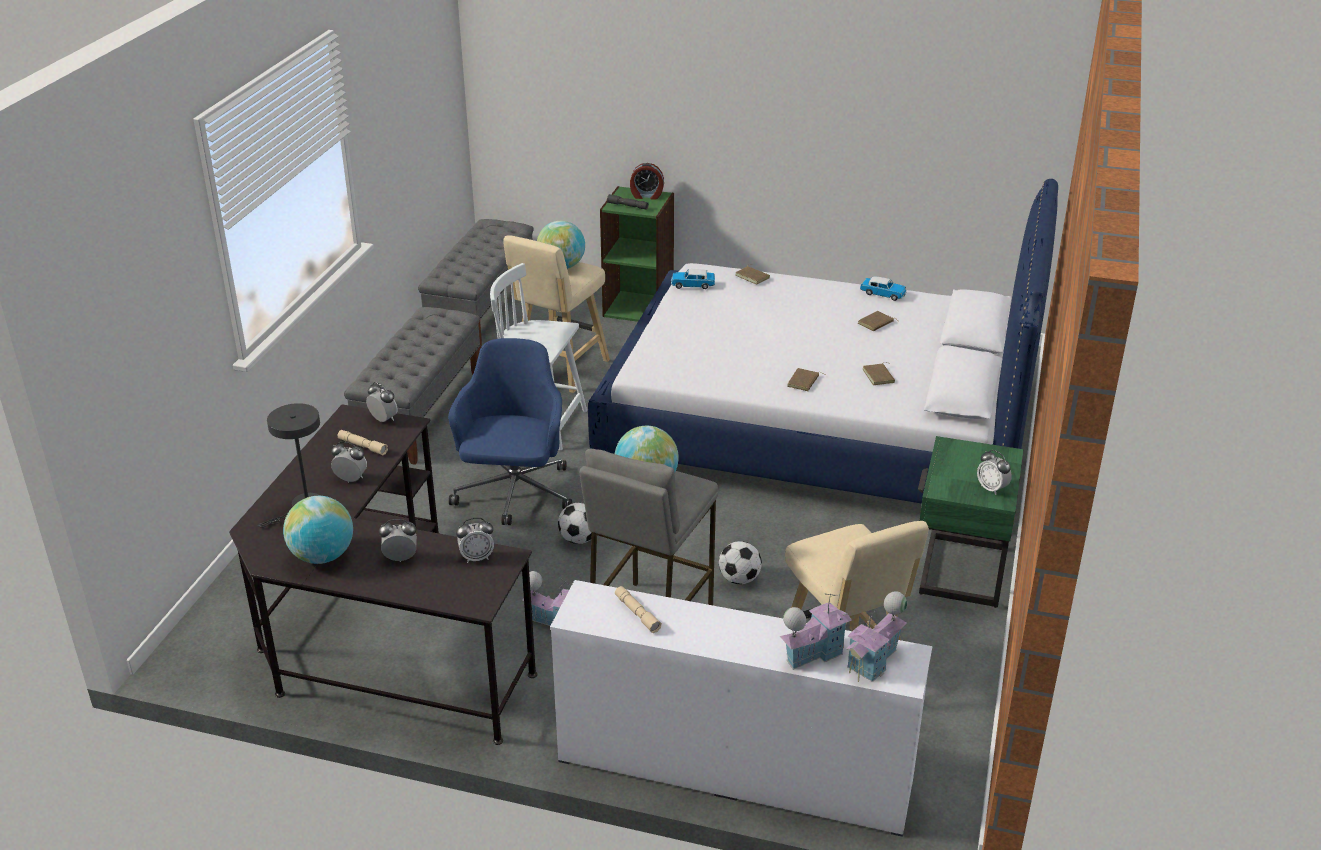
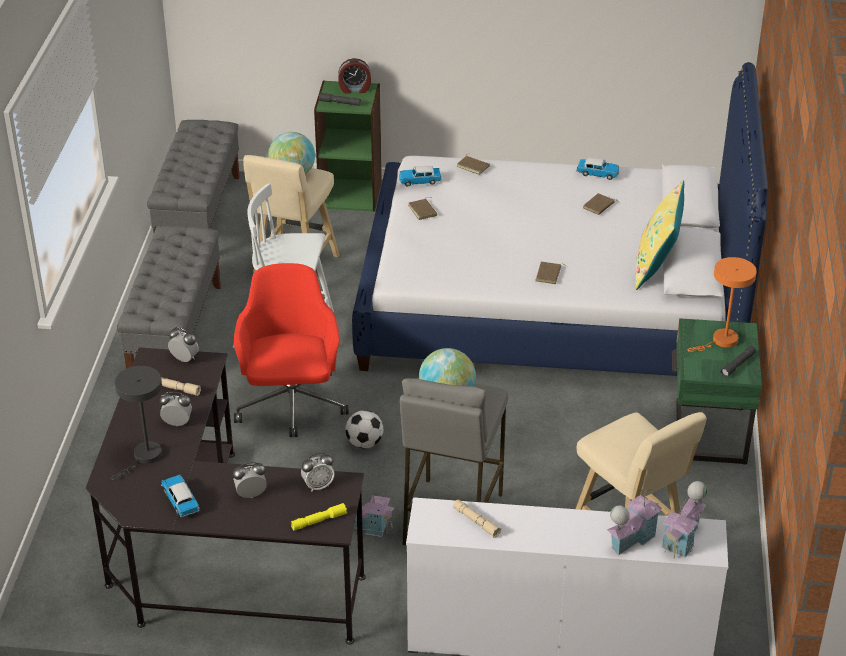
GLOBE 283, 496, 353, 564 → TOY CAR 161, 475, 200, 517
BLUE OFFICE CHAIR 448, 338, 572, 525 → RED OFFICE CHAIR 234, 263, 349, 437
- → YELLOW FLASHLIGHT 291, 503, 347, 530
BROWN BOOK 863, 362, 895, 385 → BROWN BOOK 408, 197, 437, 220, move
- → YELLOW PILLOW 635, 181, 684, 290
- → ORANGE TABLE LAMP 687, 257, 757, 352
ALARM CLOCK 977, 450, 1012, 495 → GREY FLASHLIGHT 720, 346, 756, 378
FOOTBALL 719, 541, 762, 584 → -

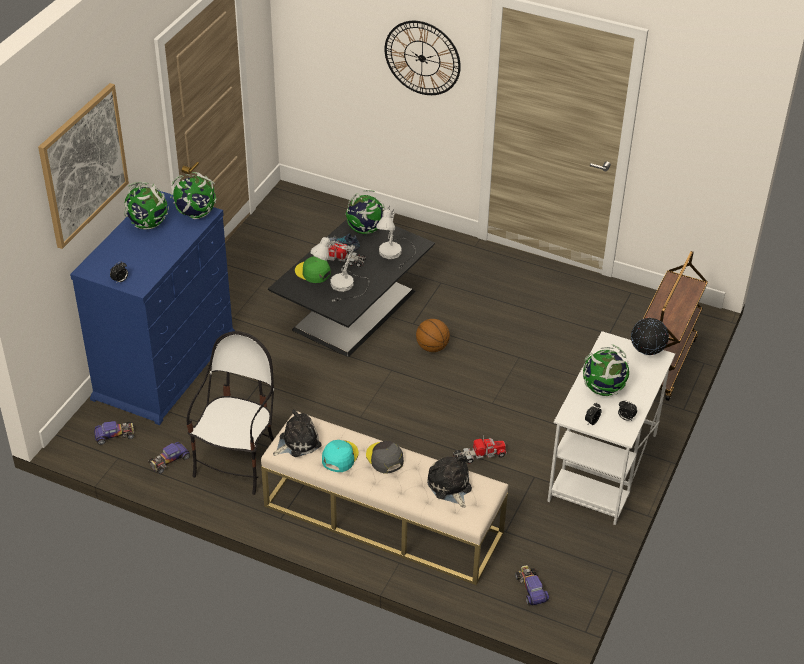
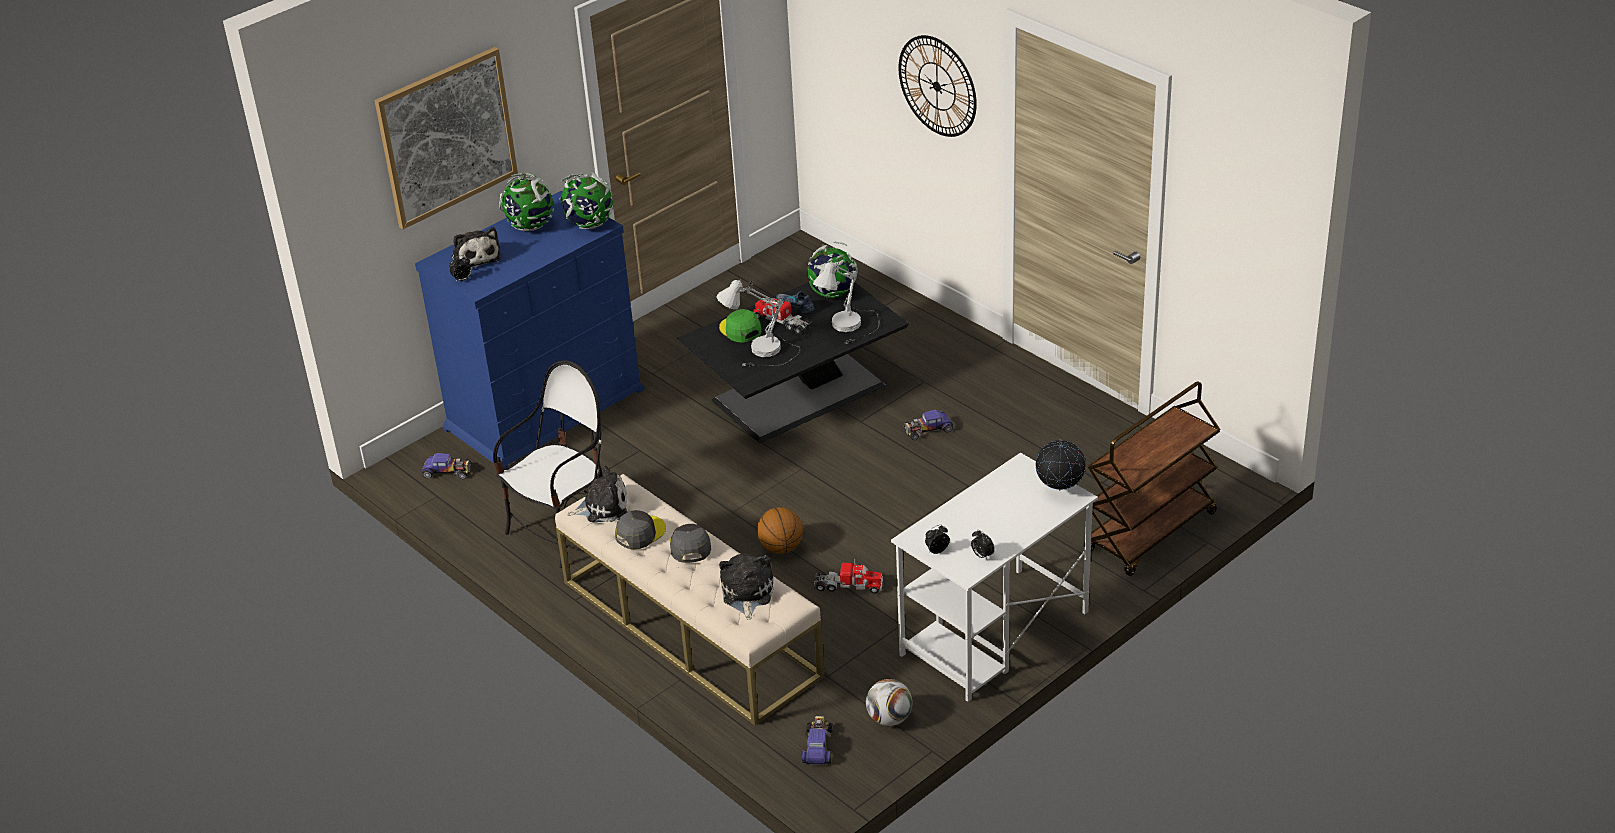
- → PLUSH TOY 451, 227, 501, 269
TURQUOISE CAP 322, 440, 359, 472 → GREY CAP 615, 510, 666, 550
BASKETBALL 416, 319, 450, 352 → BASKETBALL 757, 507, 803, 554, move
- → FOOTBALL 866, 679, 912, 726
TOY CAR 148, 442, 190, 474 → TOY CAR 904, 410, 953, 440, move
GLOBE 583, 344, 629, 396 → -

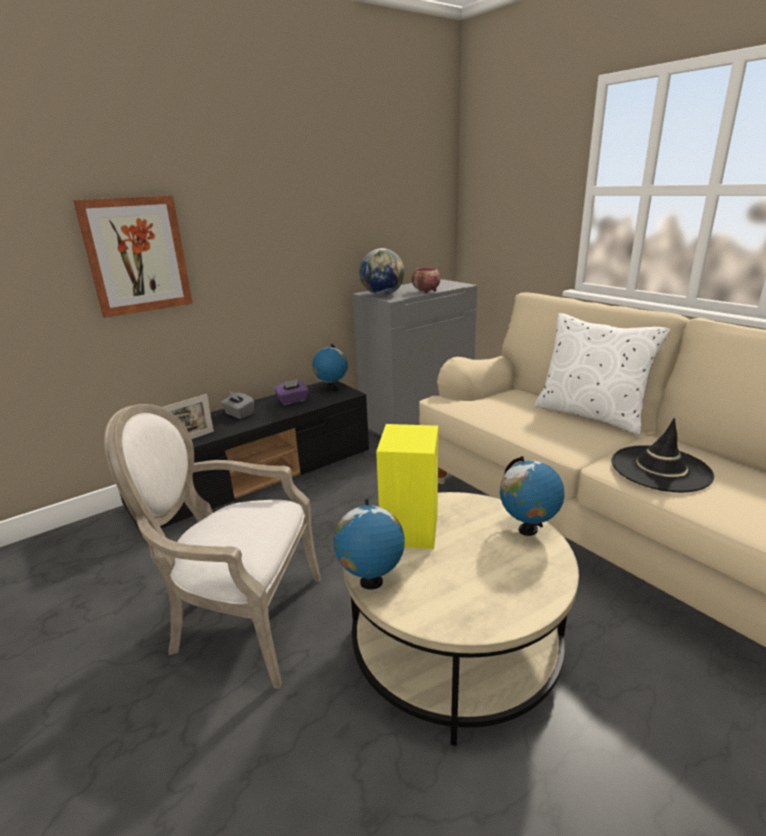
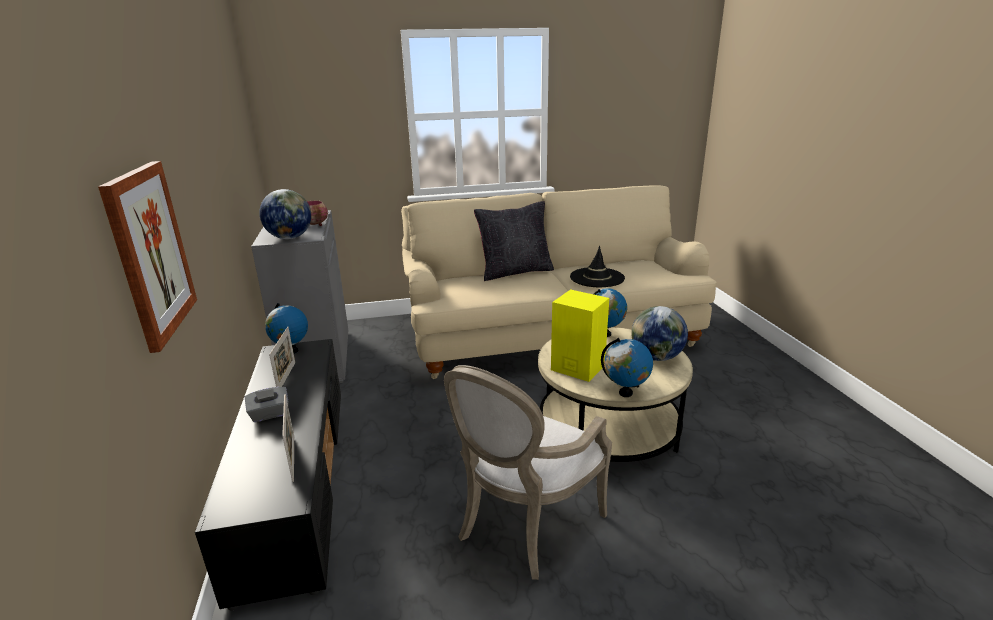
PURPLE TISSUE BOX 274, 379, 309, 405 → PICTURE FRAME 269, 327, 295, 387
WHITE PILLOW 534, 313, 670, 434 → BLACK PILLOW 474, 201, 554, 281
- → GLOBE 631, 306, 688, 361

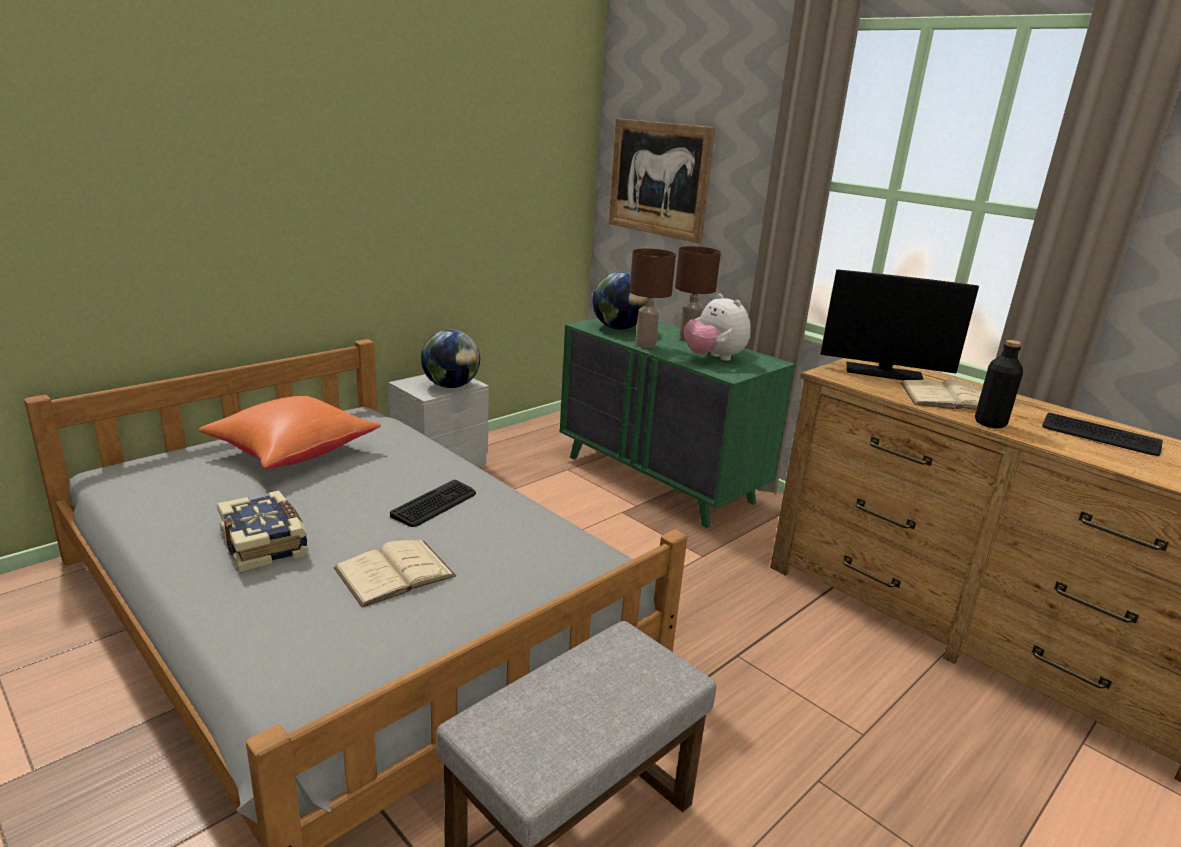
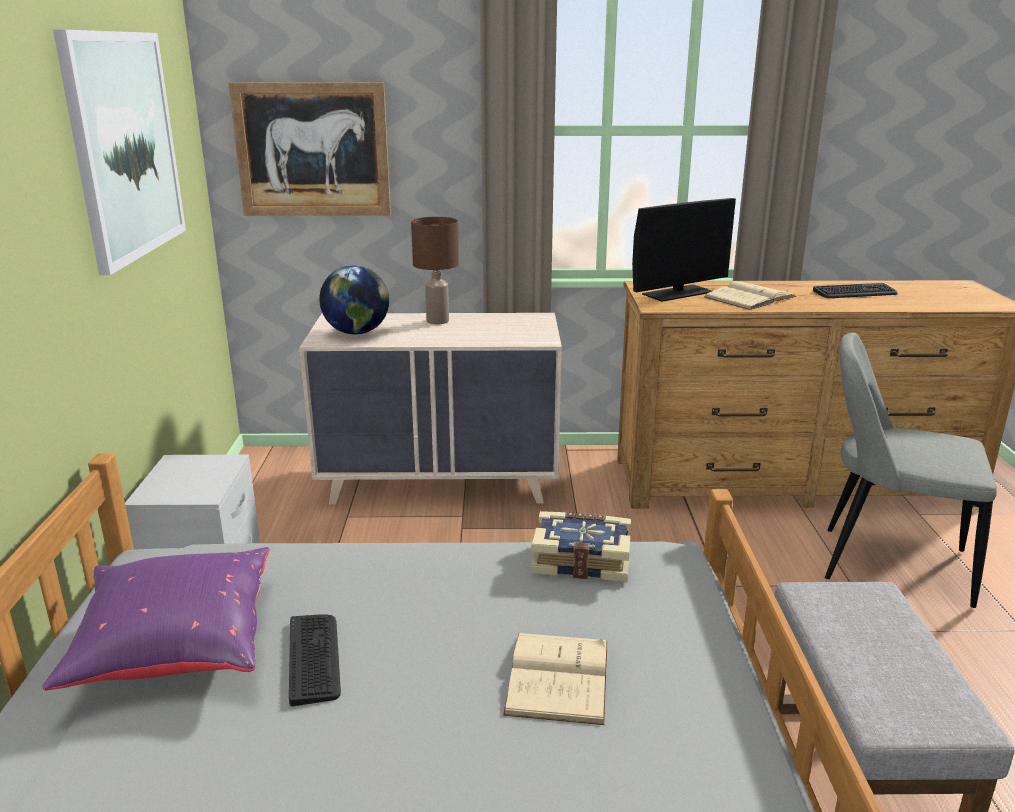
ORANGE PILLOW 199, 396, 381, 469 → PURPLE PILLOW 42, 547, 270, 691
- → PICTURE 53, 30, 186, 275
KEYBOARD 390, 480, 476, 527 → KEYBOARD 289, 614, 341, 706, move
GREEN DRESSER 560, 318, 795, 528 → BEIGE DRESSER 299, 313, 562, 505
BOOK 217, 490, 308, 573 → BOOK 531, 511, 631, 582, move
- → GREY CHAIR 825, 333, 997, 608
GLOBE 421, 329, 480, 388 → -
BROWN TABLE LAMP 630, 248, 676, 348 → -
PLUSH TOY 684, 294, 751, 361 → -
BLACK BOTTLE 975, 340, 1023, 428 → -

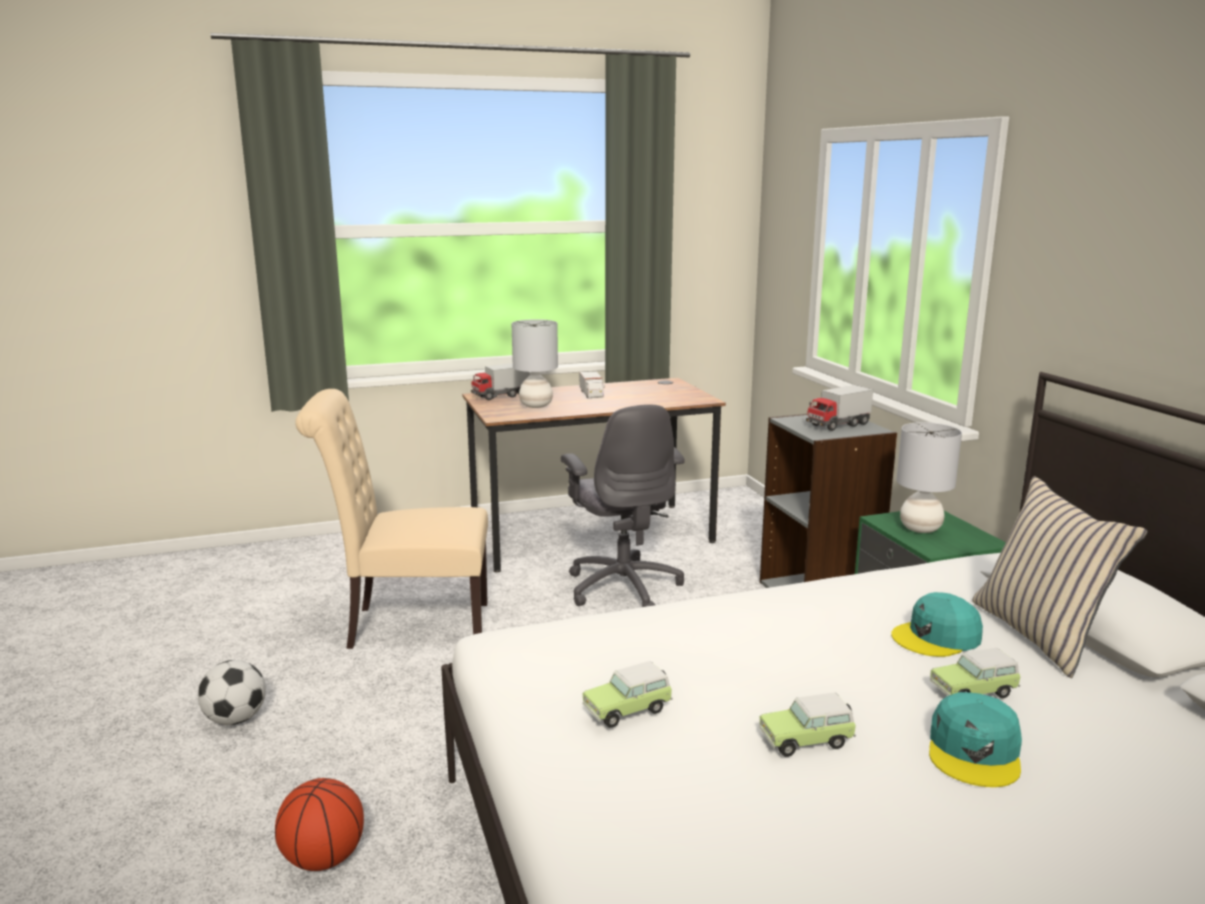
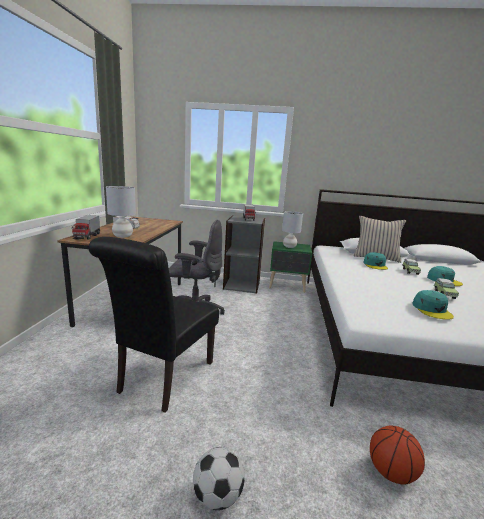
BEIGE CHAIR 295, 389, 488, 649 → BLACK CHAIR 88, 237, 219, 413
TOY CAR 583, 661, 673, 728 → TURQUOISE CAP 412, 290, 454, 320

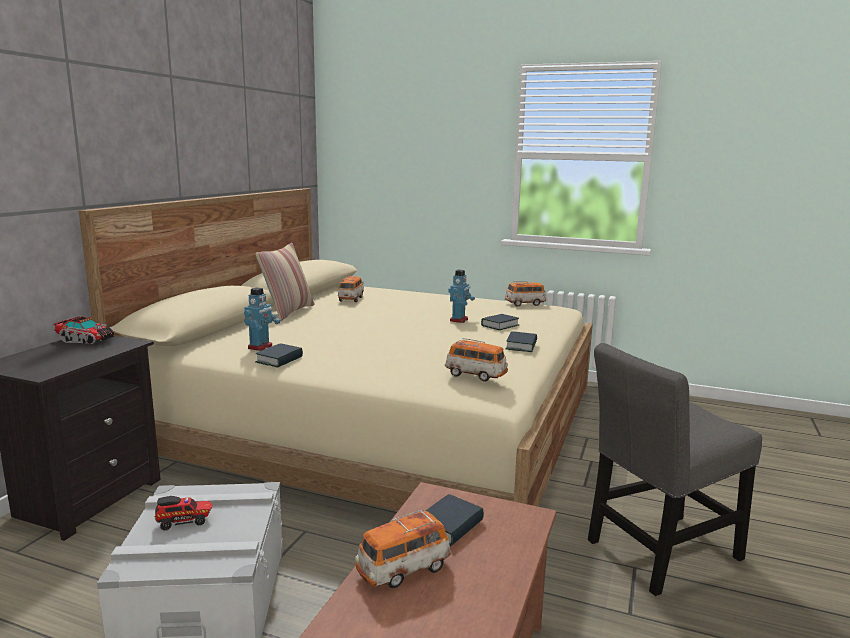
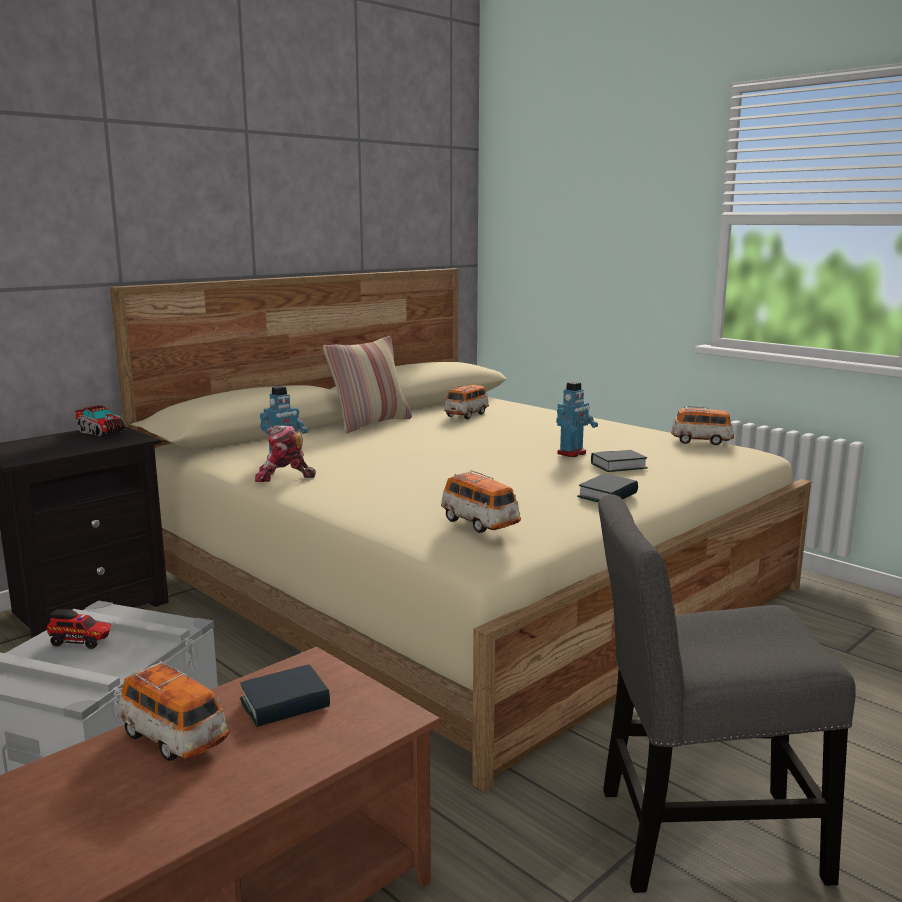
TOY CAR 355, 509, 452, 588 → TOY CAR 118, 661, 229, 761, 135 degrees counterclockwise
BOOK 255, 343, 303, 368 → TOY ROBOT 255, 425, 316, 482

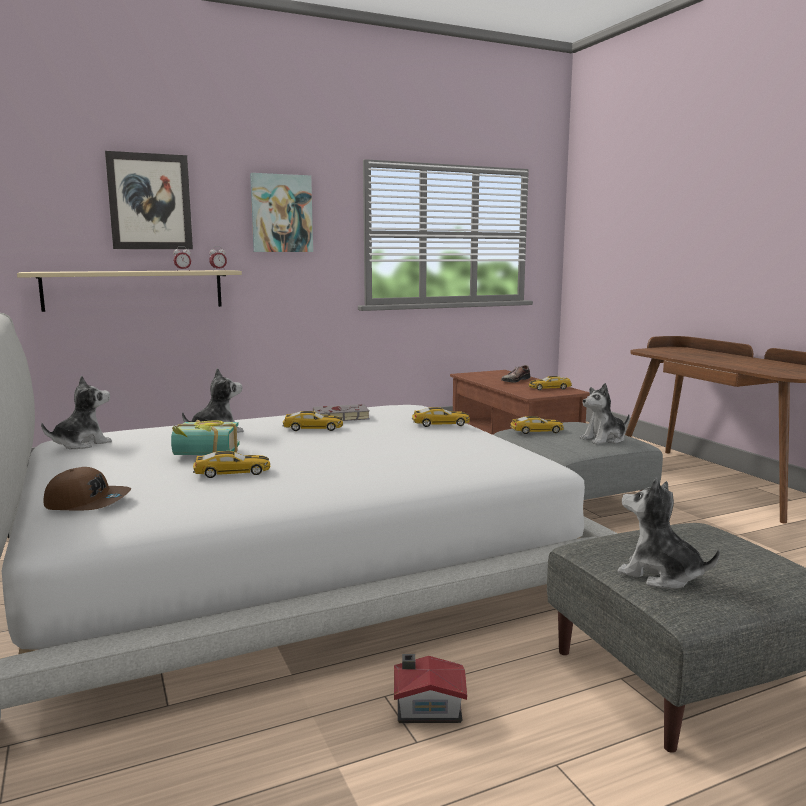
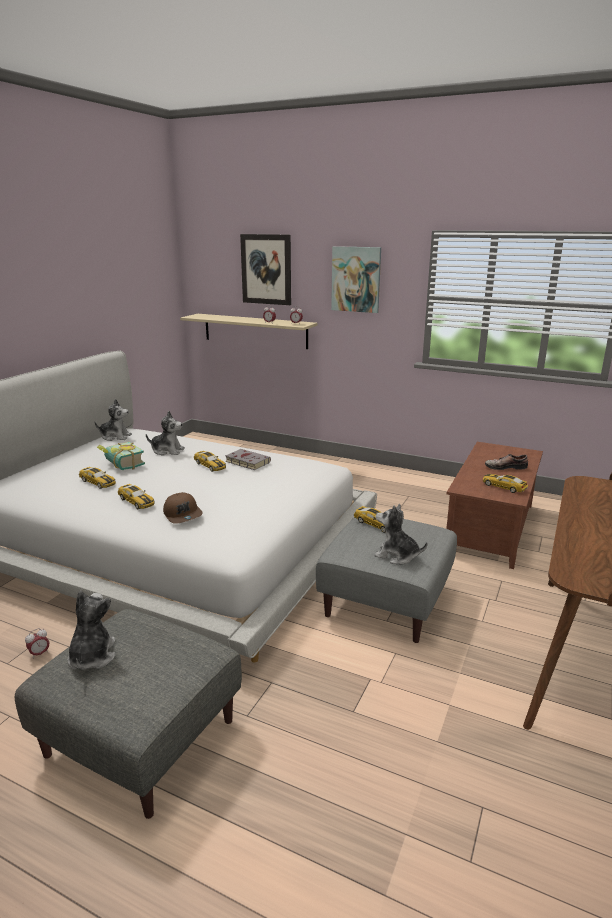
TOY HOUSE 394, 654, 467, 723 → ALARM CLOCK 25, 628, 49, 659
TOY CAR 412, 407, 470, 427 → TOY CAR 118, 484, 155, 509, move
BROWN CAP 44, 467, 131, 510 → BROWN CAP 163, 492, 203, 524, move

